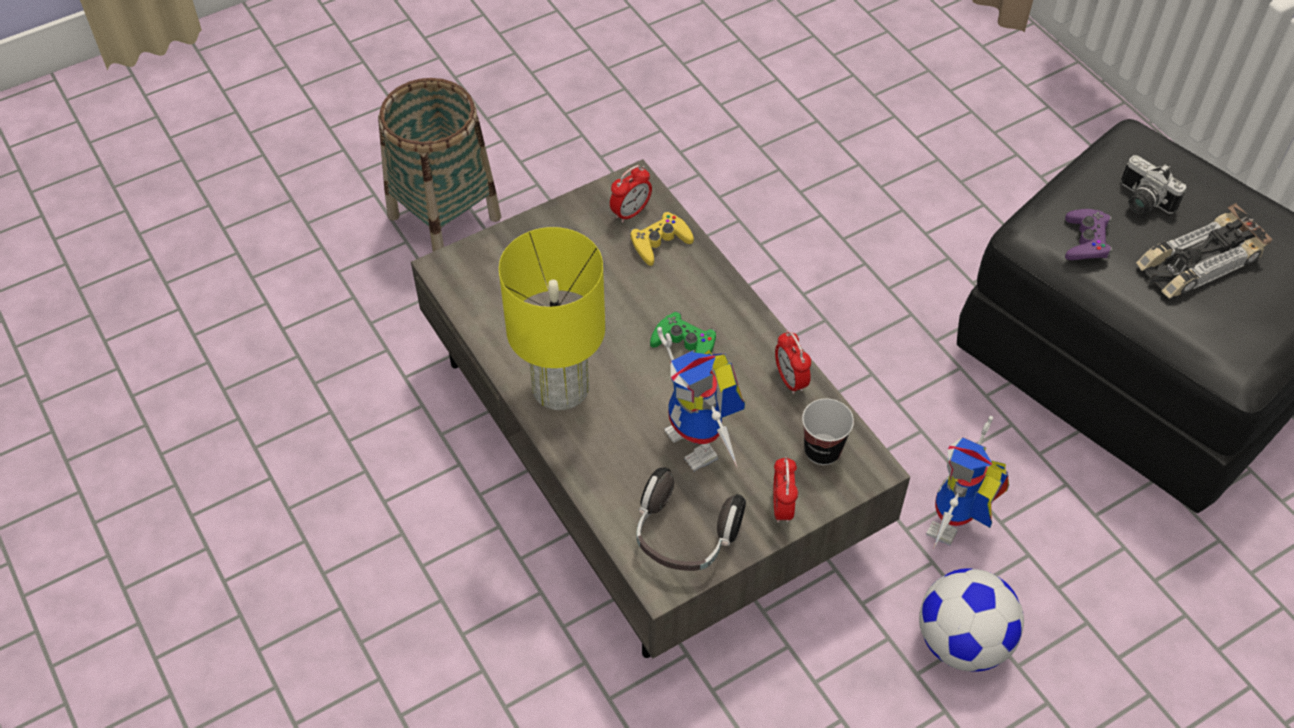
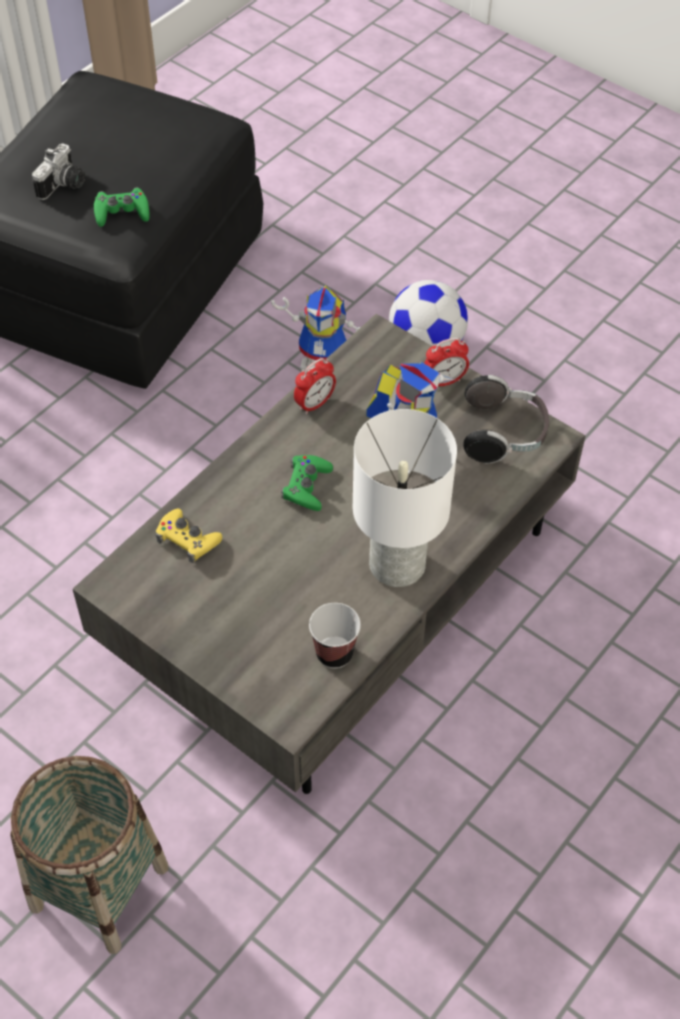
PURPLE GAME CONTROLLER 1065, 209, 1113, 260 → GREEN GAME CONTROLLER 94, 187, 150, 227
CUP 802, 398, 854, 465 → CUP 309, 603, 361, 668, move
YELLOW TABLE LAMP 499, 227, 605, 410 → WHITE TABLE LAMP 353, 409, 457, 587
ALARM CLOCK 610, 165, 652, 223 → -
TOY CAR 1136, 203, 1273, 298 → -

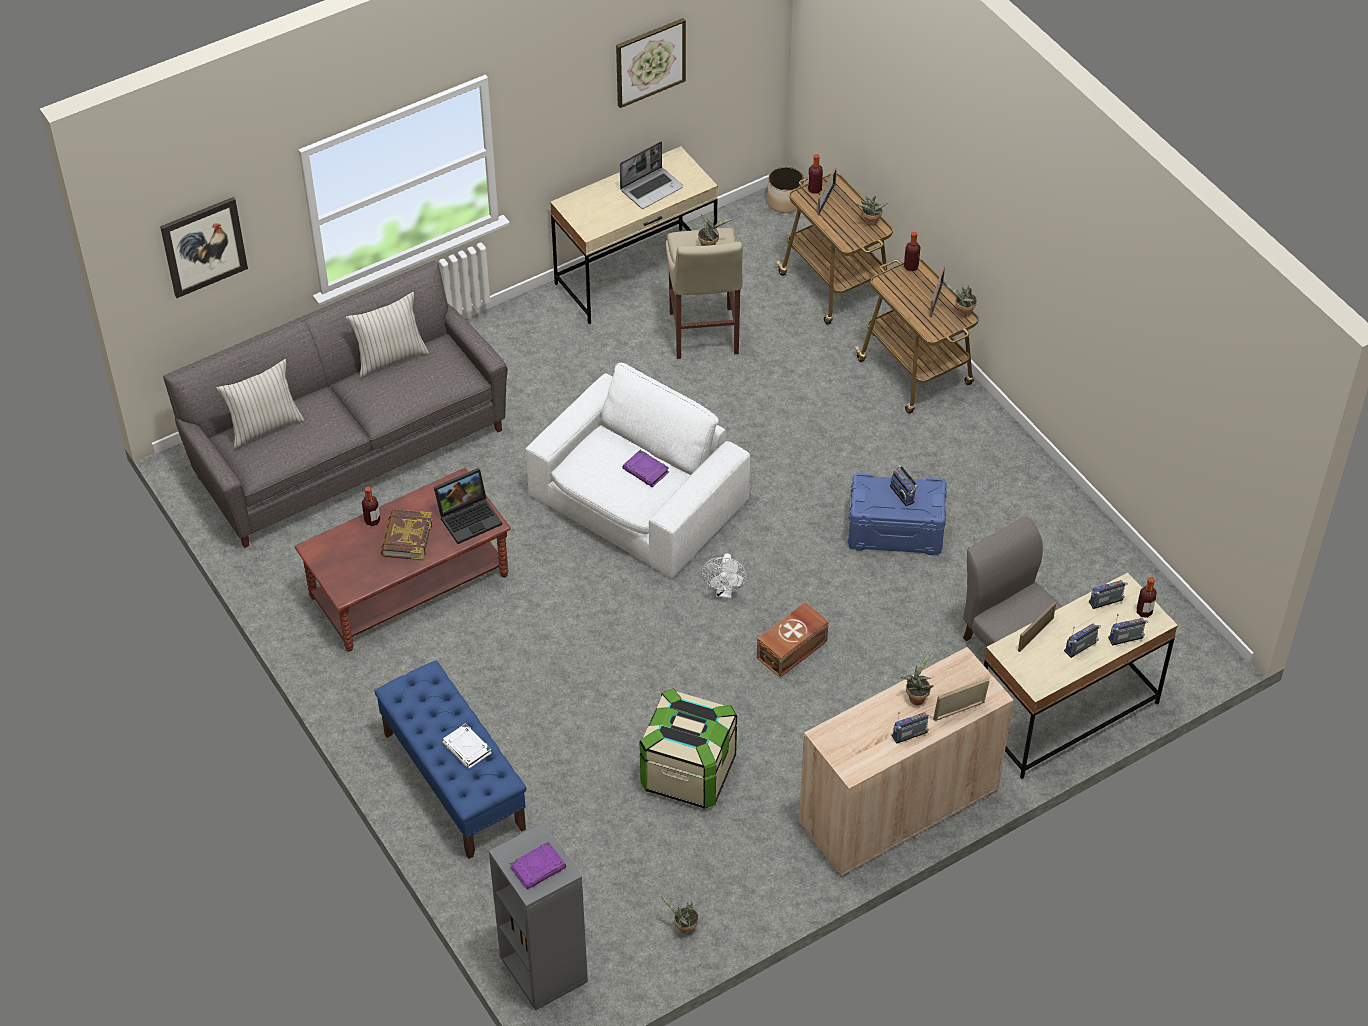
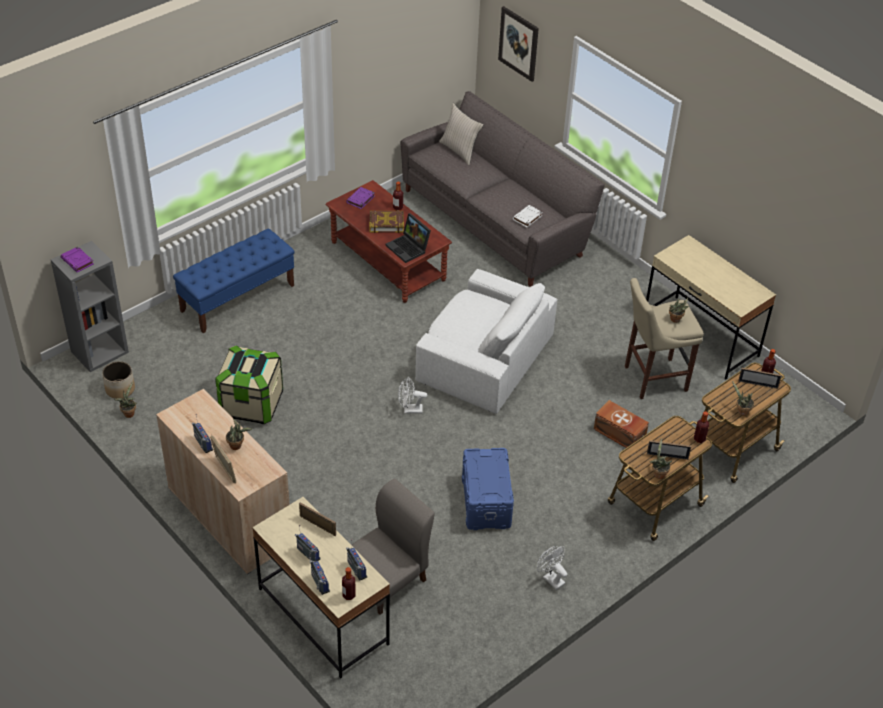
PLANTER 767, 167, 804, 213 → PLANTER 102, 361, 135, 399, move
PURPLE BOOK 622, 450, 669, 487 → PURPLE BOOK 346, 187, 375, 209, move
WHITE BOOK 442, 723, 491, 769 → WHITE BOOK 513, 205, 543, 227, move
- → WHITE FAN 537, 546, 567, 590
BROWN STORAGE BOX 757, 602, 829, 678 → BROWN STORAGE BOX 594, 400, 649, 448, move
BEIGE PILLOW 346, 292, 429, 377 → -
PICTURE 616, 18, 686, 108 → -
LAPTOP 620, 141, 684, 209 → -
RADIO 890, 465, 918, 506 → -

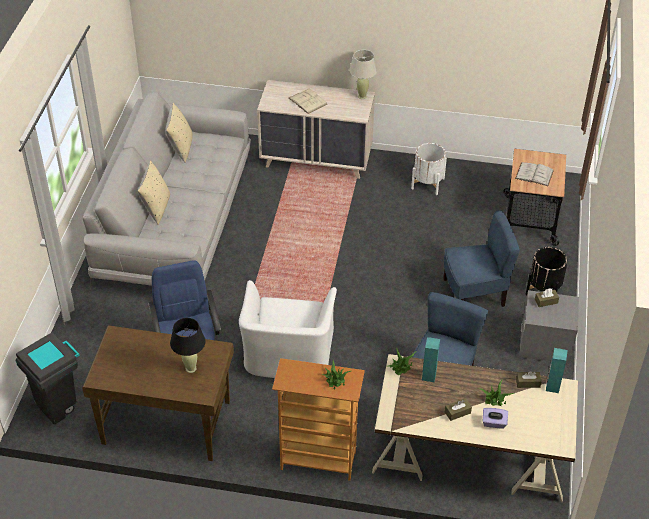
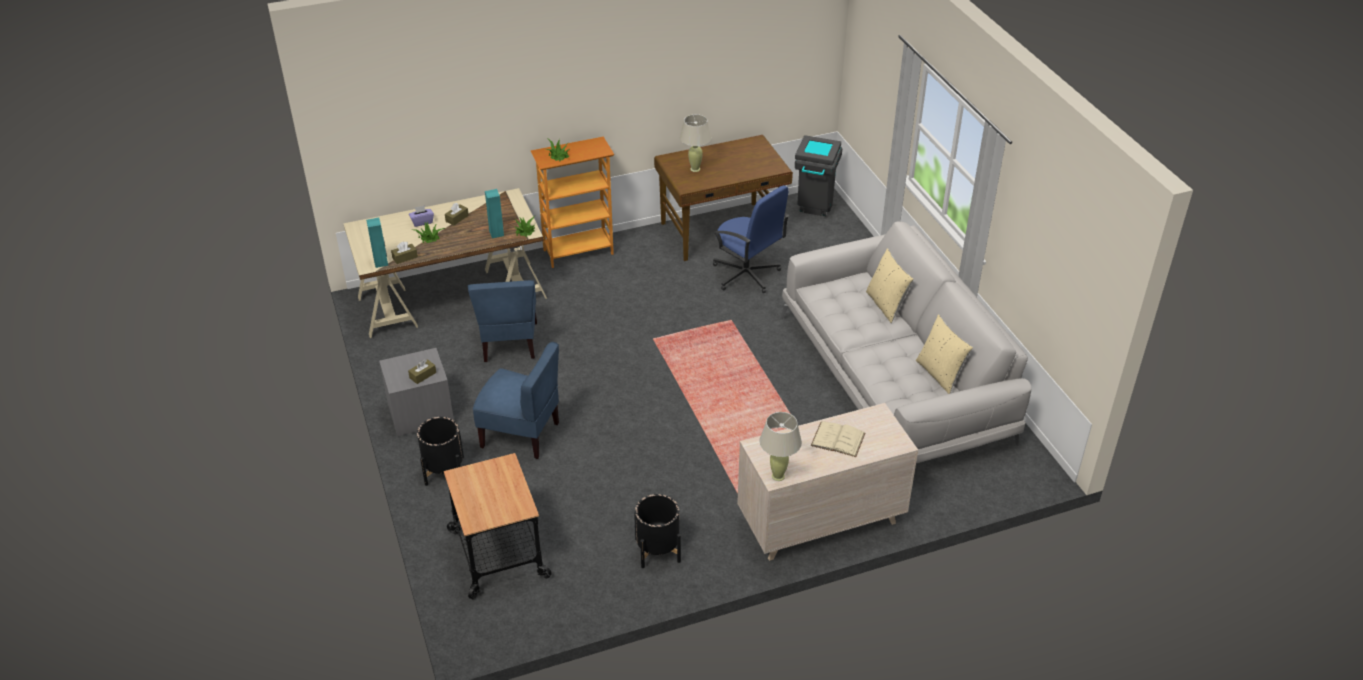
BLUE CHAIR 444, 210, 520, 307 → BLUE CHAIR 473, 342, 559, 459, 120 degrees counterclockwise
WHITE PLANTER 411, 143, 447, 195 → BLACK PLANTER 634, 494, 681, 568
BLACK TABLE LAMP 170, 318, 206, 373 → BEIGE TABLE LAMP 680, 114, 711, 172
WHITE ARMCHAIR 239, 280, 337, 378 → -
WHITE BOOK 515, 162, 554, 186 → -

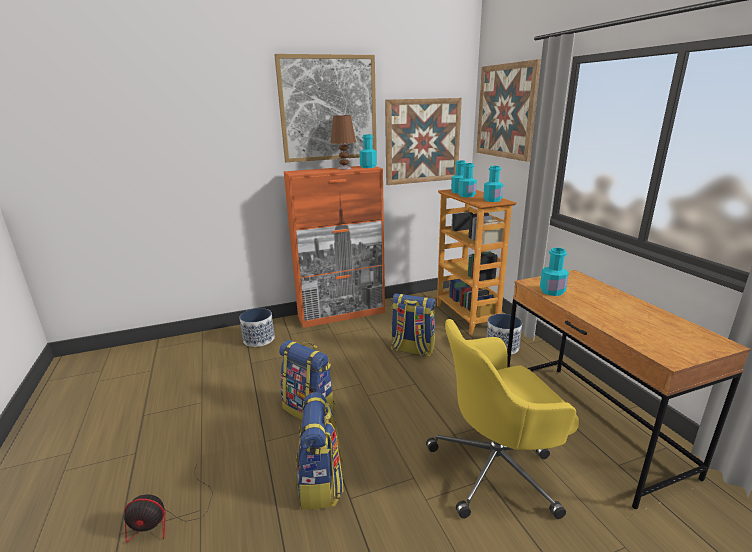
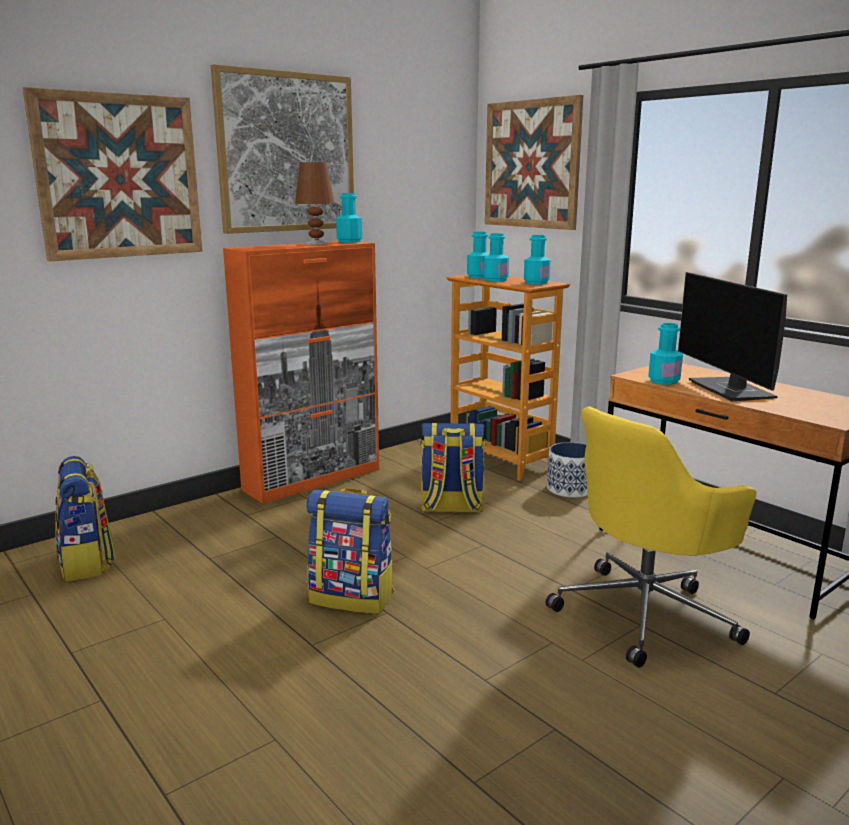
PICTURE 385, 98, 462, 185 → PICTURE 23, 87, 203, 261, move
BACKPACK 295, 392, 343, 510 → BACKPACK 55, 456, 115, 582, move
- → MONITOR 678, 272, 787, 401
FAN 124, 465, 213, 542 → -
PLANTER 239, 308, 275, 347 → -

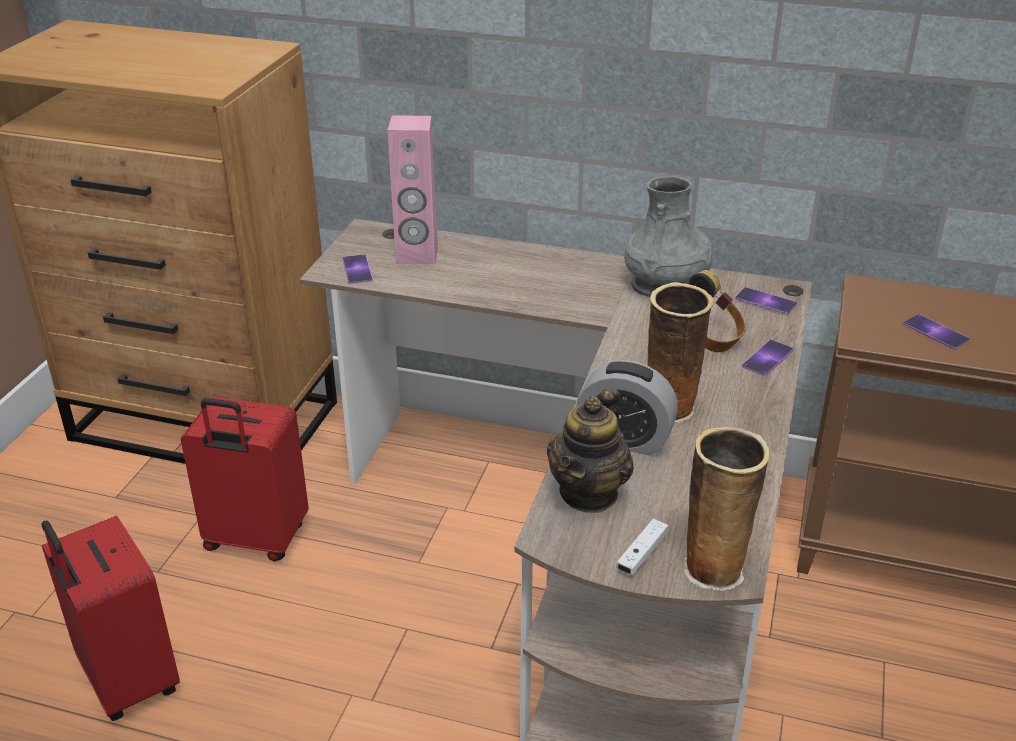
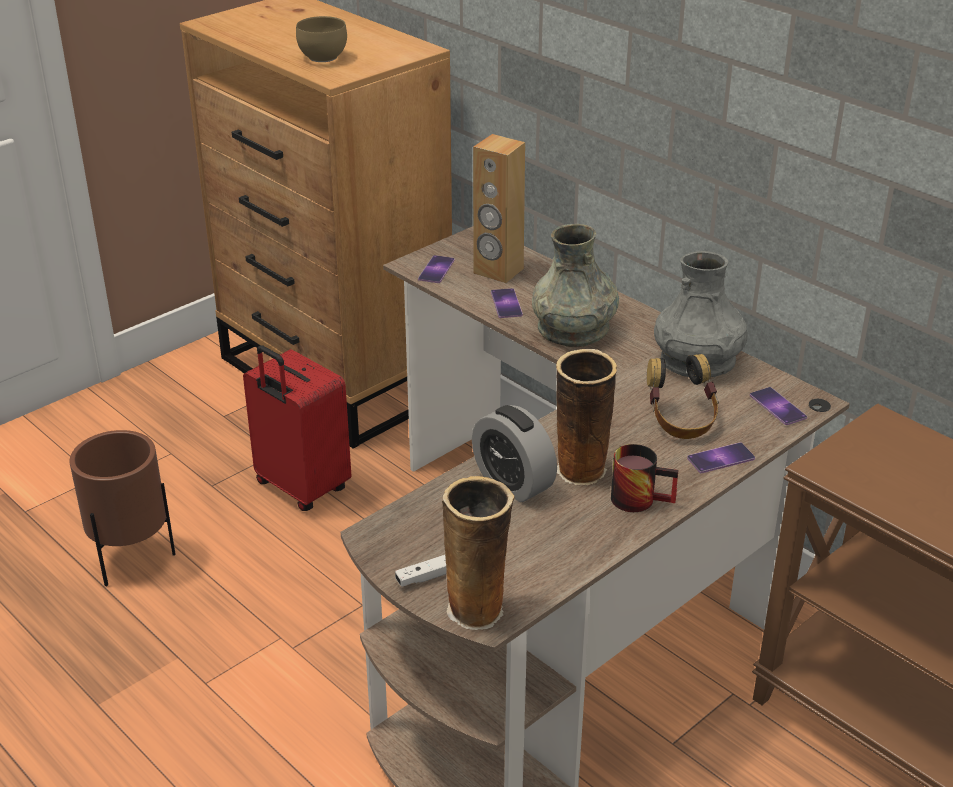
RED SUITCASE 42, 516, 180, 721 → BROWN PLANTER 70, 430, 176, 586
- → BROWN BOWL 296, 16, 347, 62
PINK SPEAKER 388, 115, 438, 264 → BROWN SPEAKER 473, 134, 525, 283
PHONE 903, 314, 970, 349 → PHONE 491, 288, 523, 318, move
- → GREY VASE 532, 224, 619, 347
- → MUG 611, 444, 679, 512
TEAPOT 547, 388, 634, 513 → -

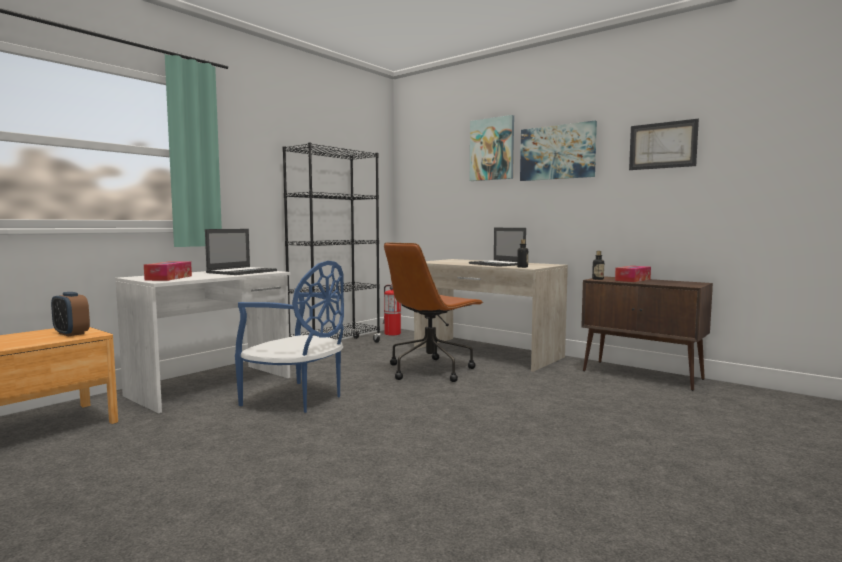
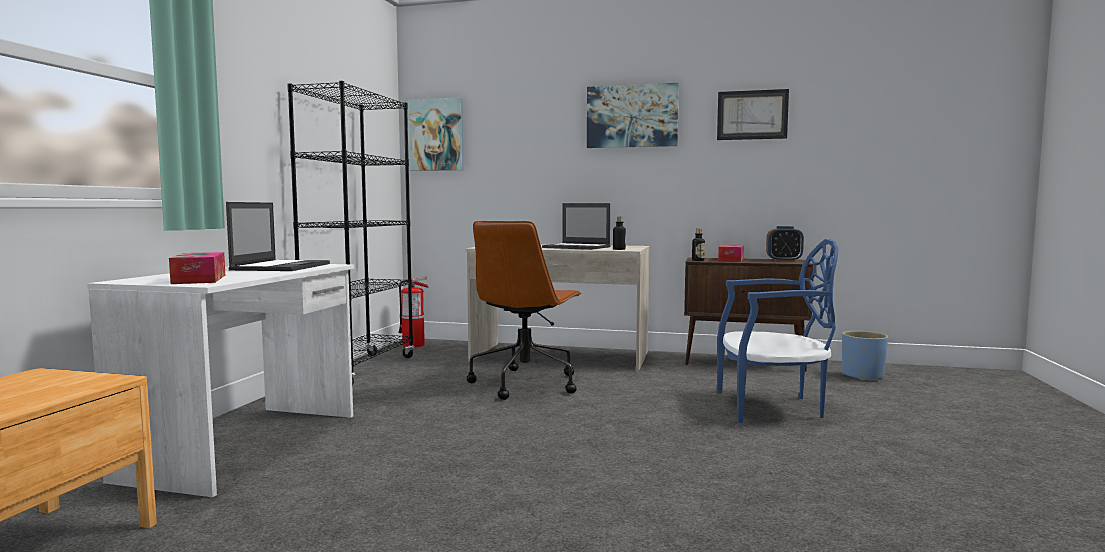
PICTURE 470, 115, 514, 181 → PICTURE 408, 97, 464, 171, move
BLUE CHAIR 235, 261, 344, 413 → BLUE CHAIR 717, 239, 839, 423, move
ALARM CLOCK 51, 292, 90, 336 → ALARM CLOCK 766, 226, 804, 262, move
- → BLUE PLANTER 842, 331, 888, 381

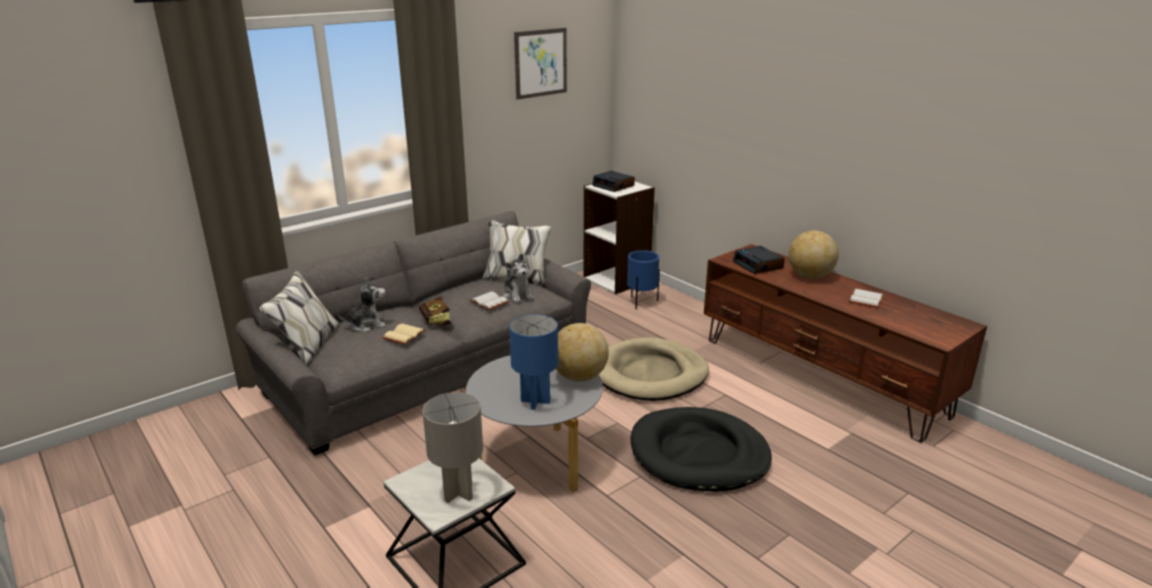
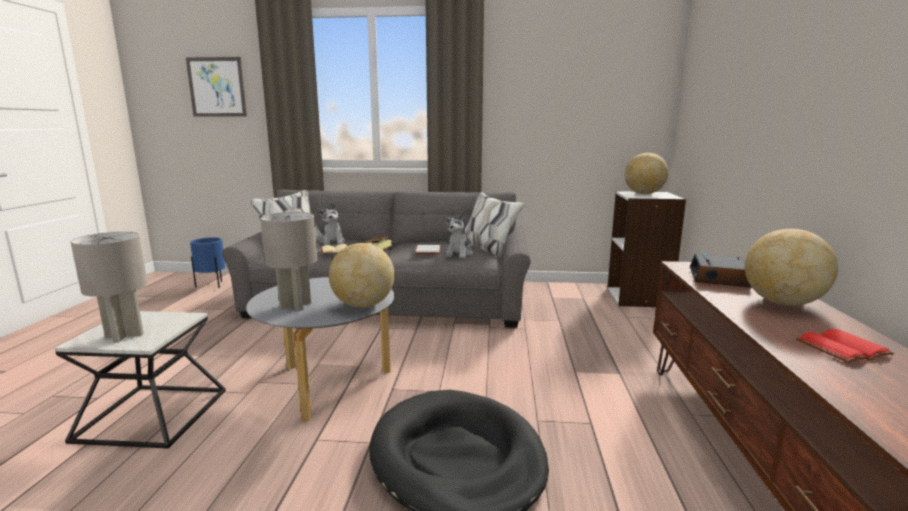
PICTURE 514, 28, 567, 100 → PICTURE 186, 57, 247, 116, move
BLUE PLANTER 627, 250, 660, 309 → BLUE PLANTER 190, 237, 226, 288, move
BLUE TABLE LAMP 509, 314, 558, 410 → GREY TABLE LAMP 260, 212, 317, 311
PLUSH TOY 337, 278, 386, 332 → PLUSH TOY 317, 202, 345, 245, 45 degrees clockwise
ALARM CLOCK 592, 171, 635, 192 → GLOBE 625, 153, 669, 194
WHITE BOOK 849, 289, 884, 308 → RED BOOK 796, 329, 894, 363
BEIGE DOG BED 599, 338, 709, 401 → -

